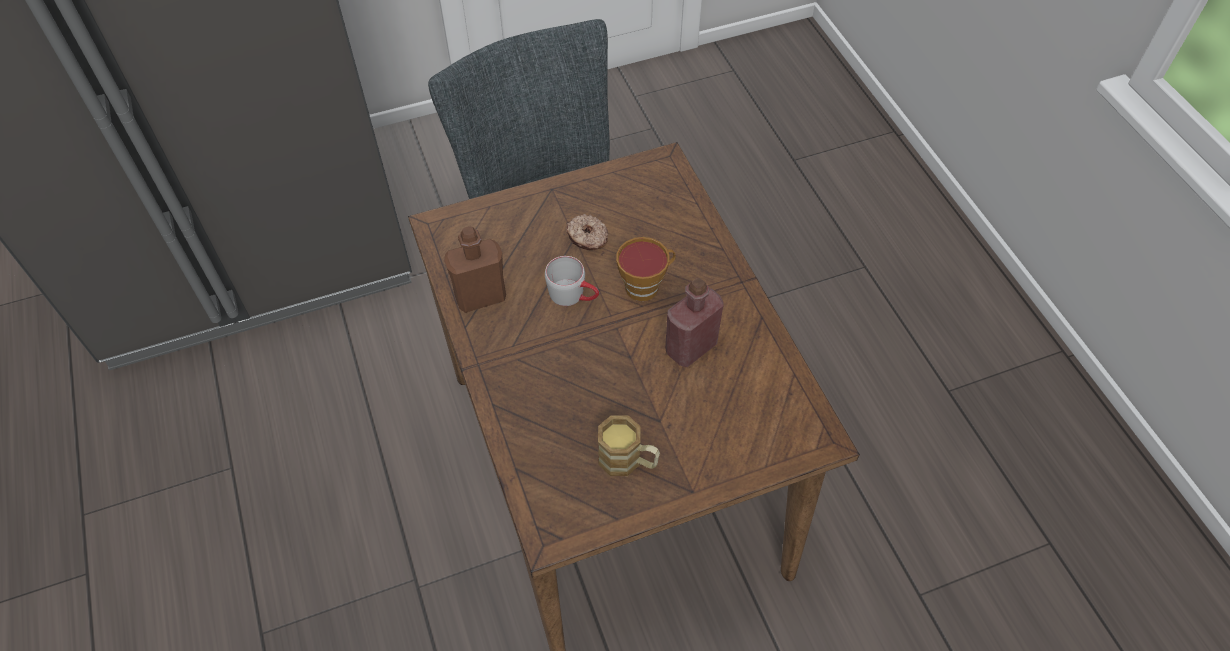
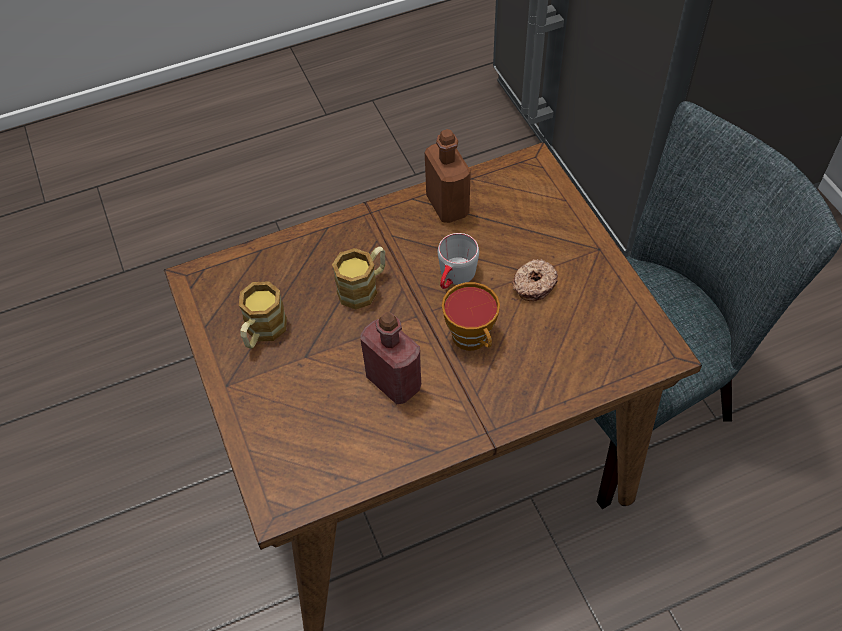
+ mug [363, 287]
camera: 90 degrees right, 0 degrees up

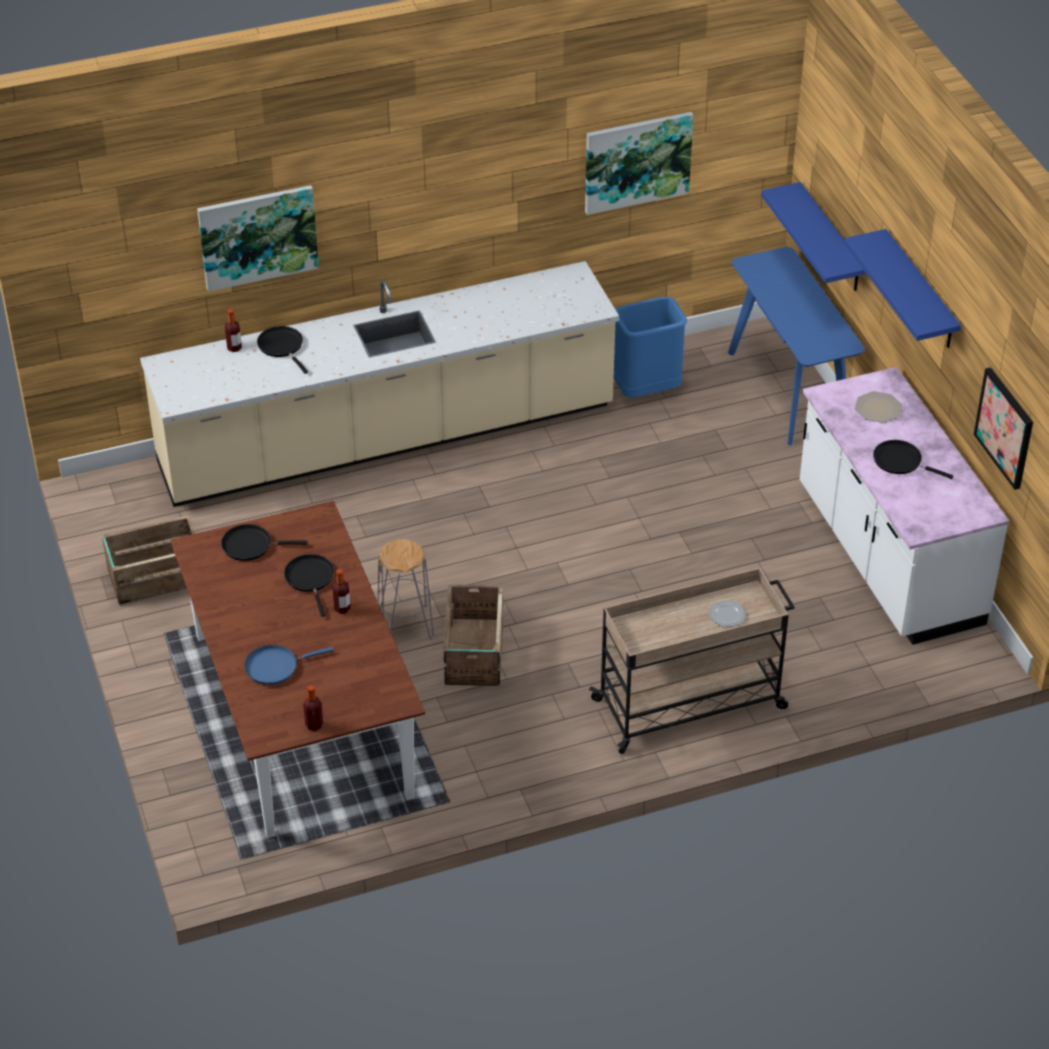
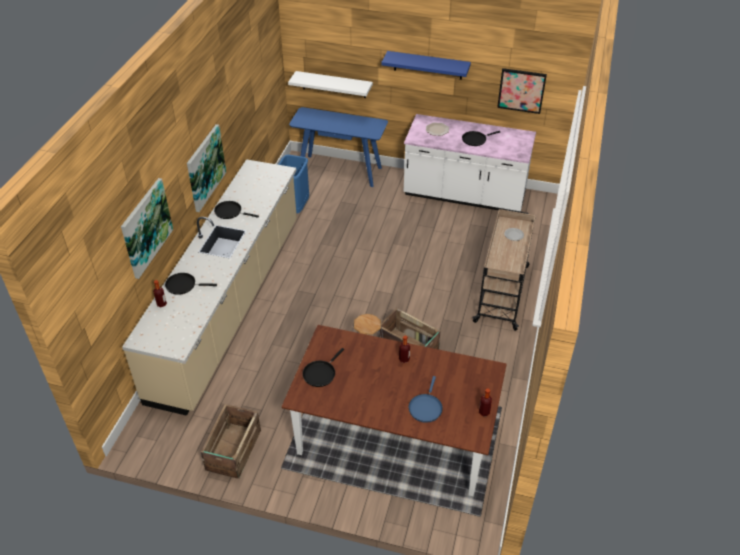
~ picture [637, 161] to [205, 167]
~ wall shelf in bluish [831, 239] to wall shelf in white-coloured [334, 84]
~ skillet in black [310, 579] to [230, 212]
camera: 55 degrees left, 0 degrees up

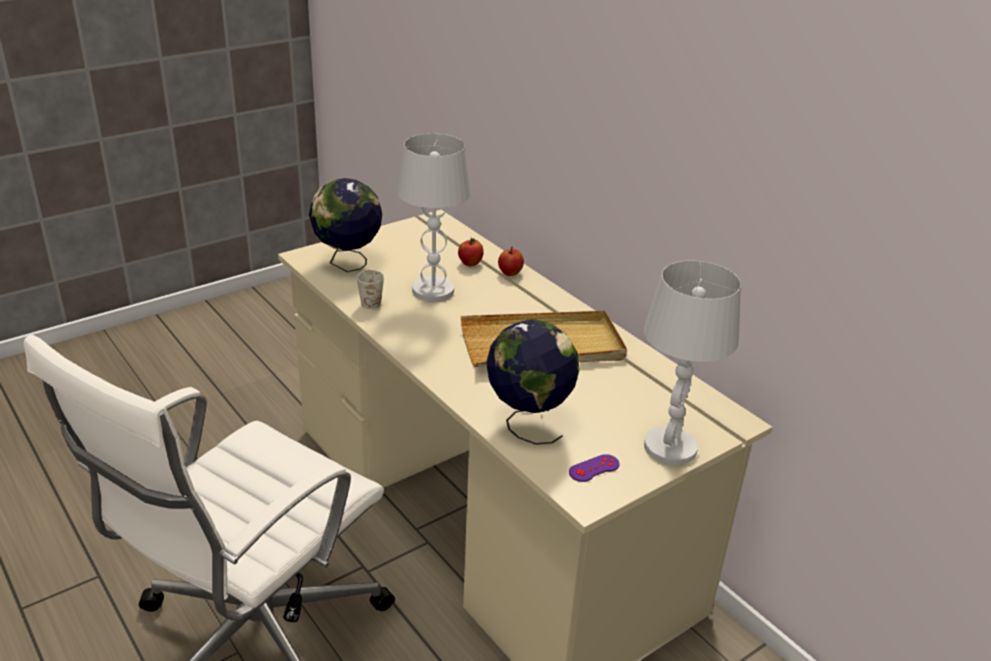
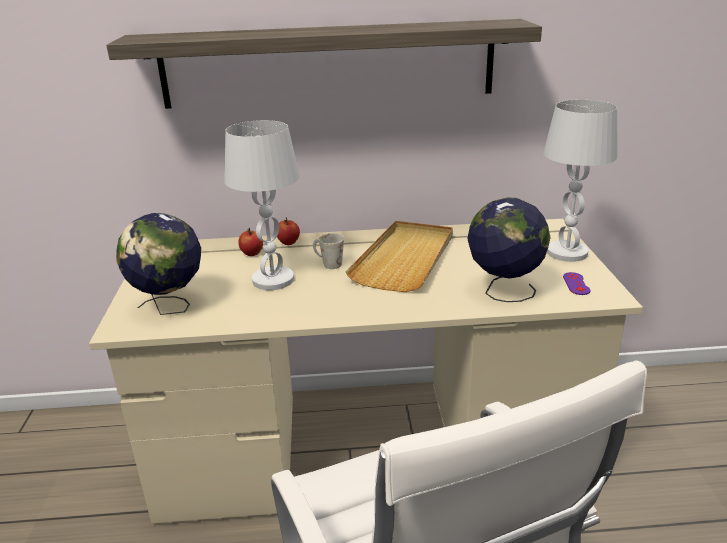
~ mug in white-coloured [372, 300] to [327, 263]
+ wall shelf [328, 64]
camera: 55 degrees left, 5 degrees down

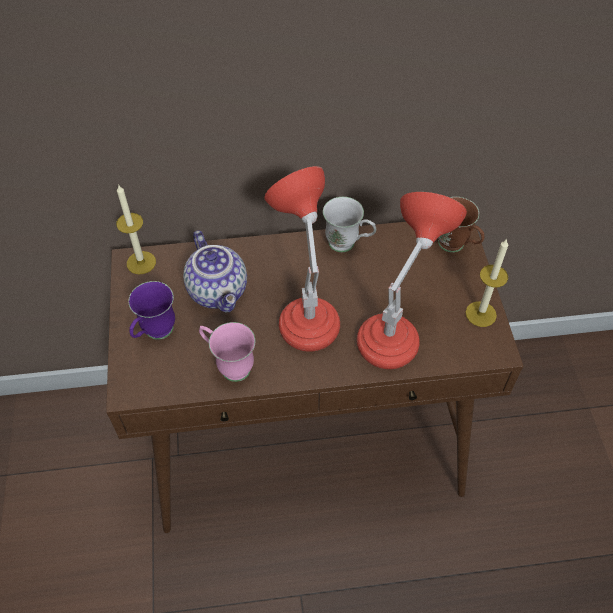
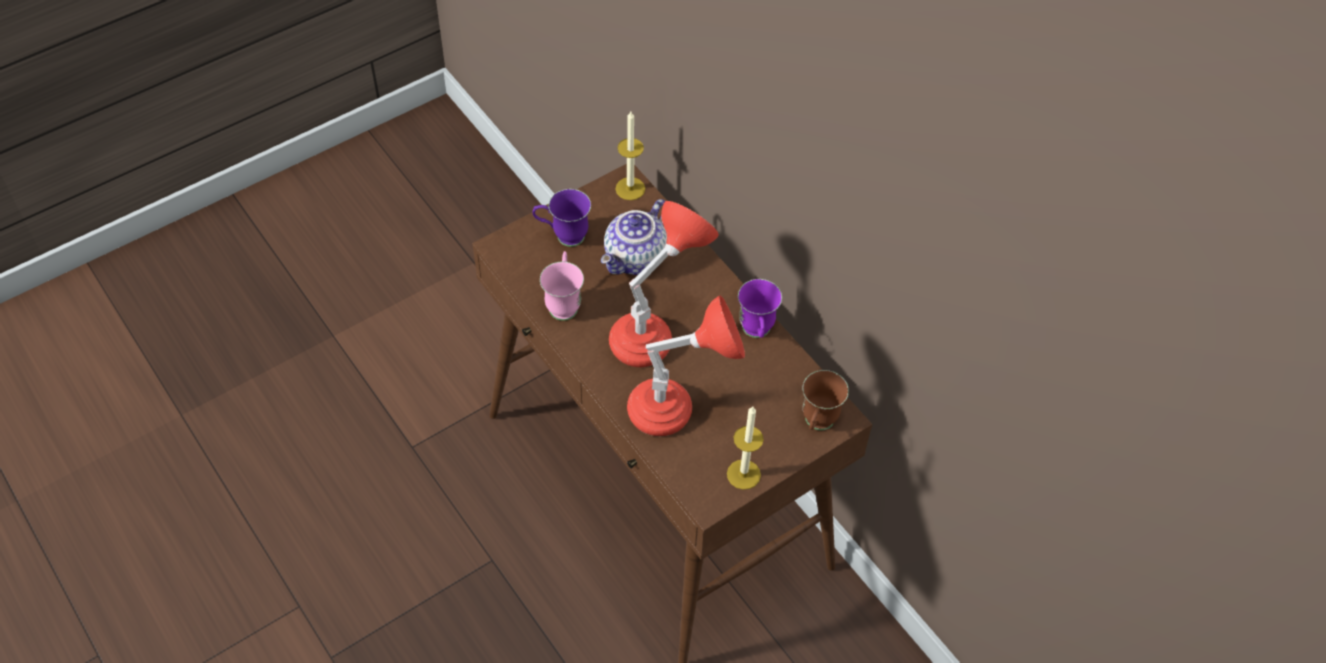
~ mug in white-coloured [348, 245] to mug in purple-coloured [756, 333]
camera: 60 degrees right, 0 degrees up

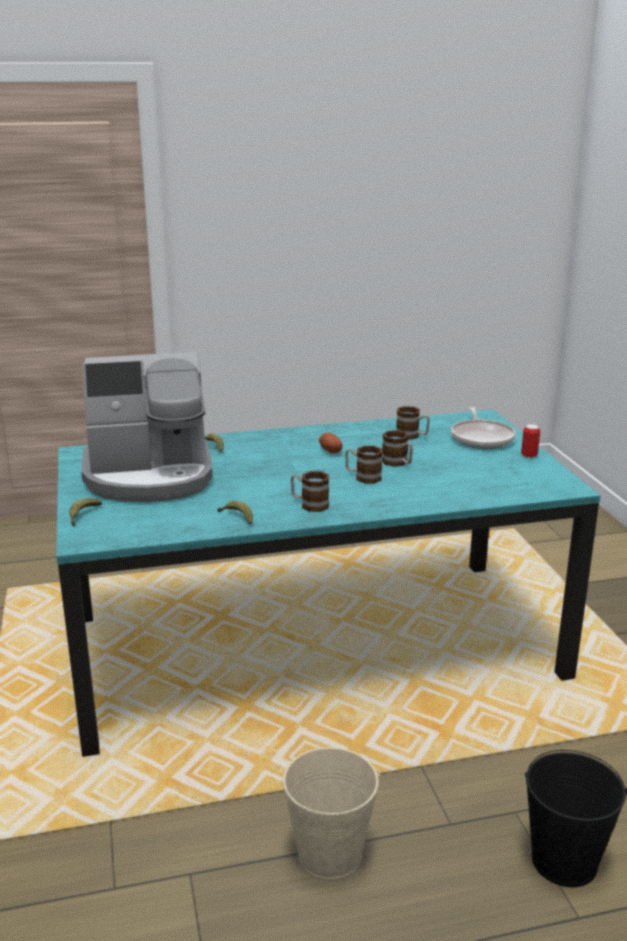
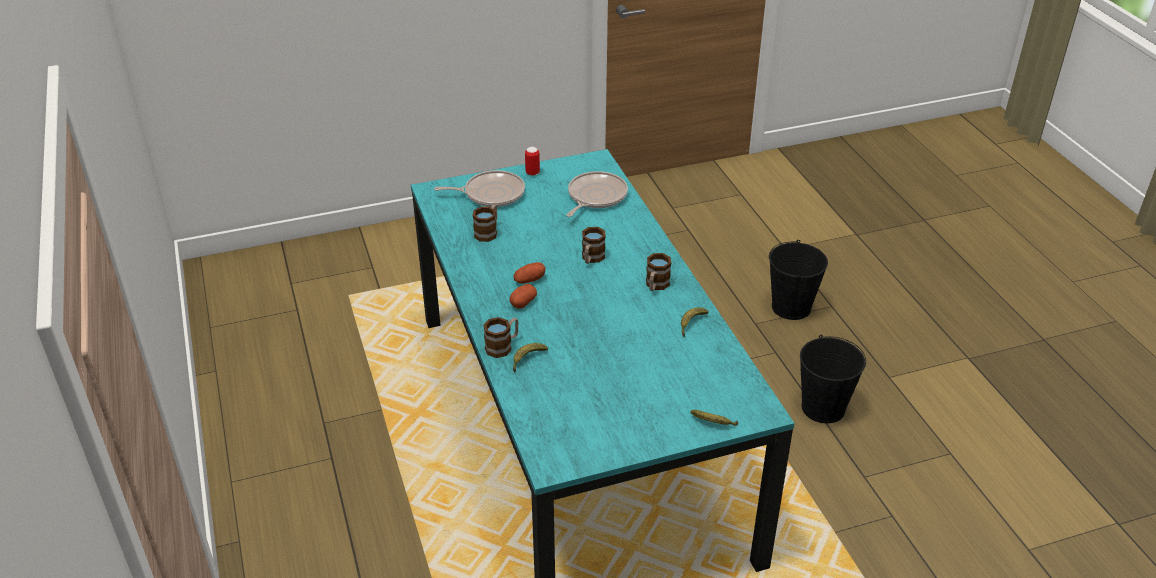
- coffee machine [150, 476]
~ mug [398, 463] to [503, 346]
~ water bucket in beige-coloured [329, 855] to water bucket in black [823, 408]
+ skillet [595, 197]
+ spud [523, 302]
camera: 95 degrees left, 15 degrees up

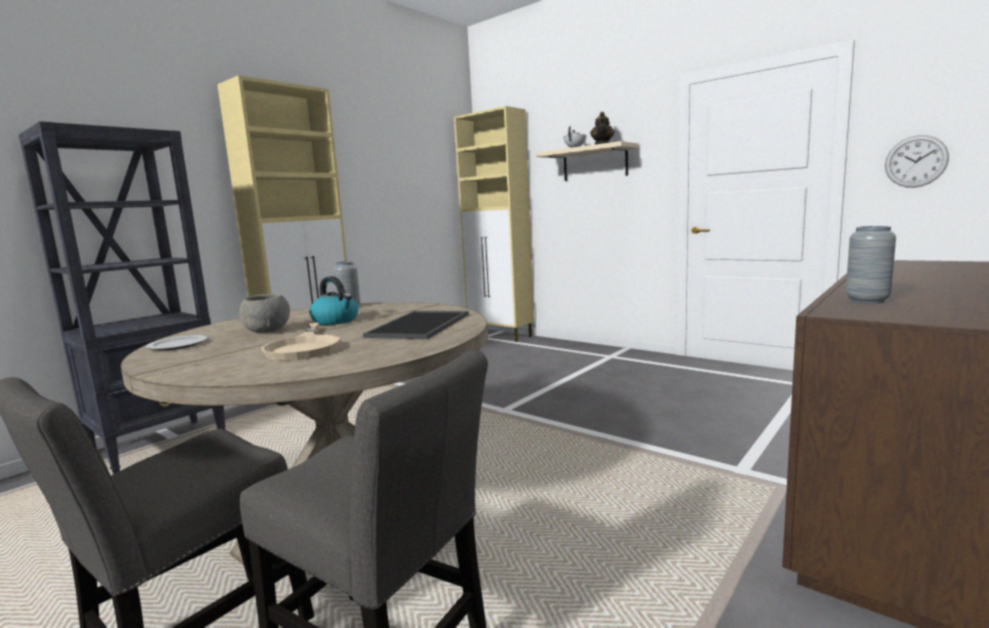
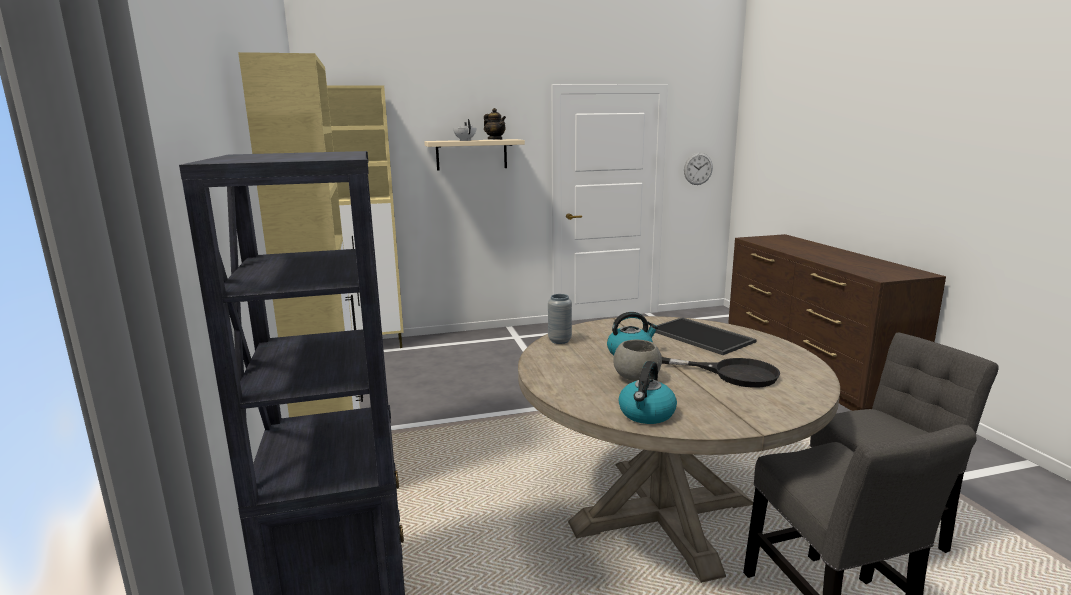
- decorative vase in gray [867, 300]
~ skillet in beige-coloured [304, 347] to skillet in black [733, 373]
~ dinner plate [178, 345] to water kettle [646, 414]
camera: 55 degrees left, 5 degrees up

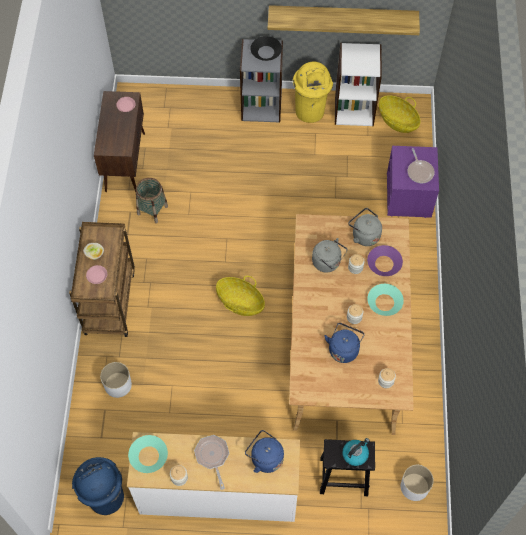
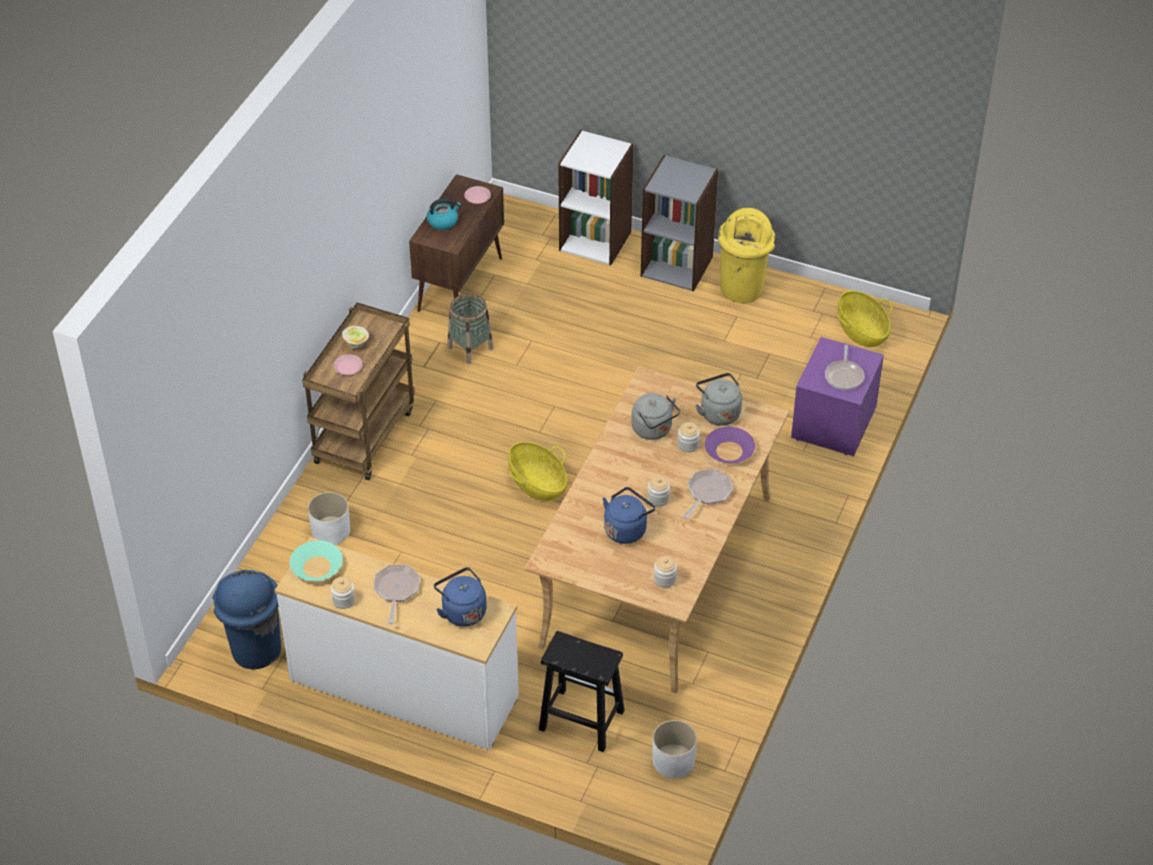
- wall shelf [342, 16]
- deep dish in black [266, 52]
~ bookcase in white-coloured [354, 109] to [595, 240]
~ deep dish in turquoise [384, 302] to skillet [707, 493]
~ water kettle [355, 454] to [443, 221]
camera: 20 degrees right, 15 degrees down

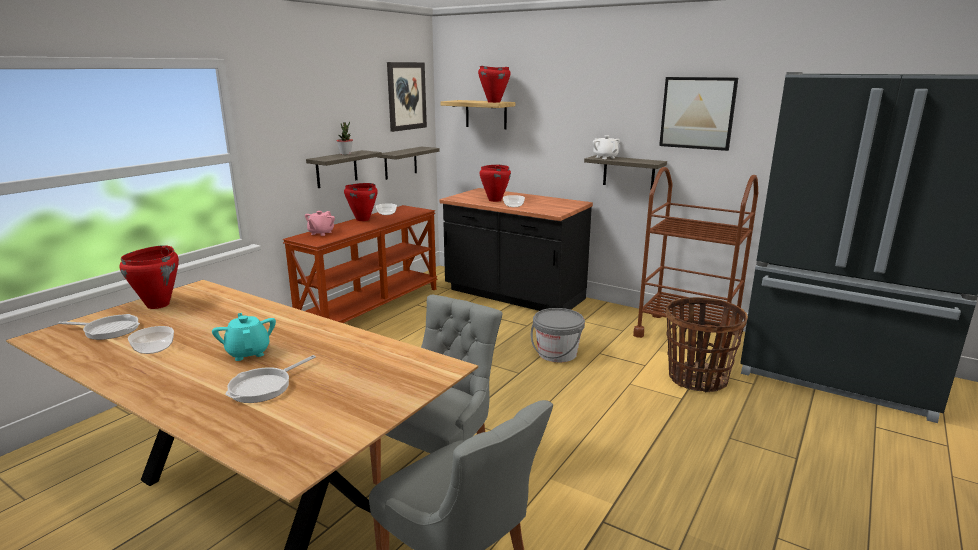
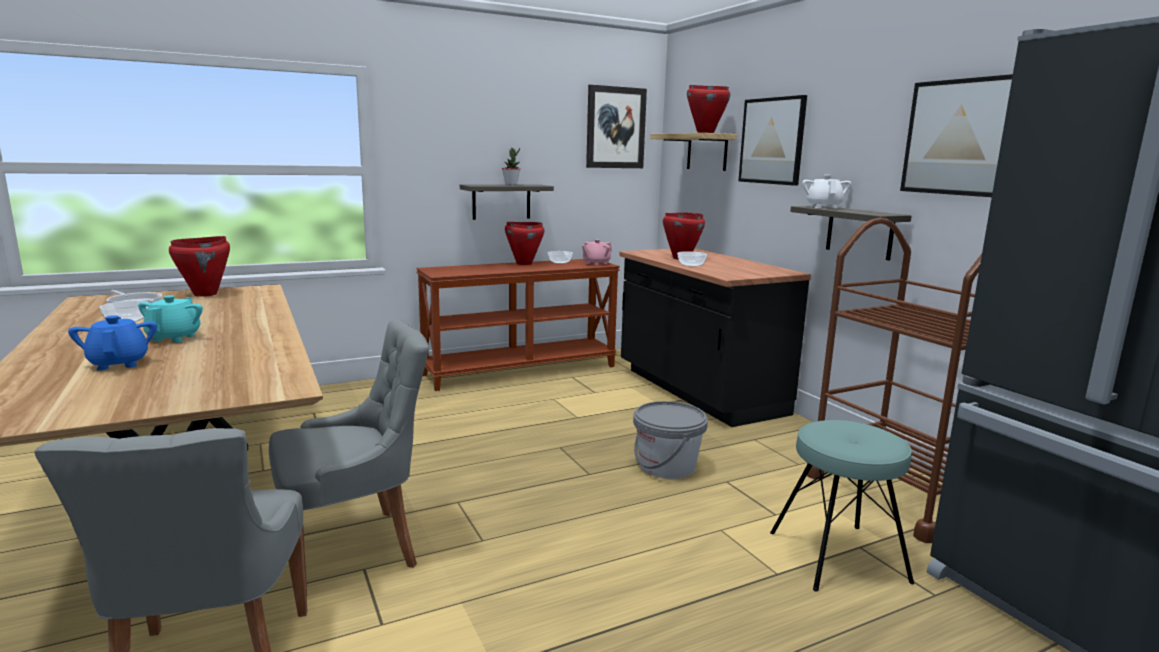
- wall shelf [400, 163]
~ tea pot in pink [321, 233] to [596, 263]
~ storage basket [697, 379] to stool in turquoise [837, 556]
~ skillet [264, 386] to tea pot in bluish [119, 363]
+ picture [772, 141]
camera: 30 degrees right, 5 degrees down

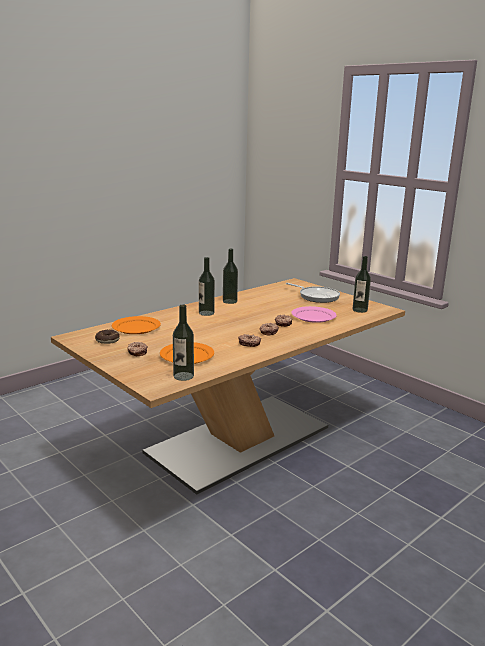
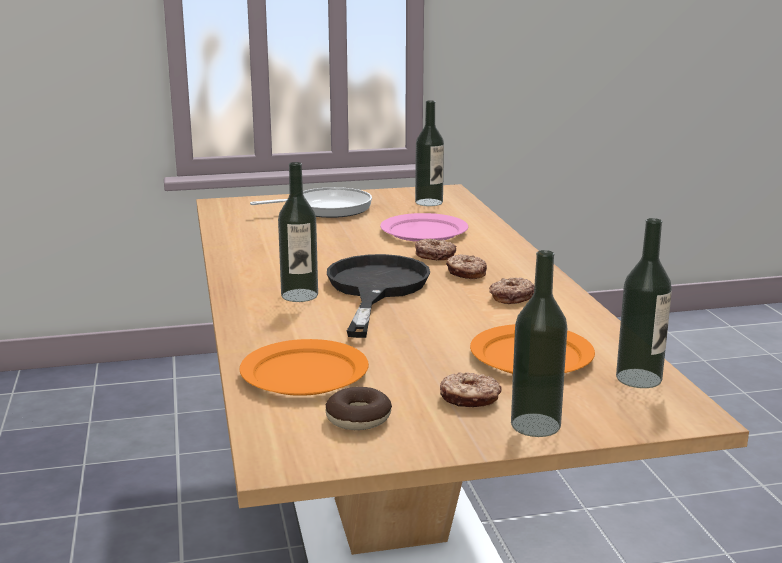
~ bottle [230, 301] to [535, 425]
+ skillet in black [375, 289]
camera: 60 degrees left, 0 degrees up

